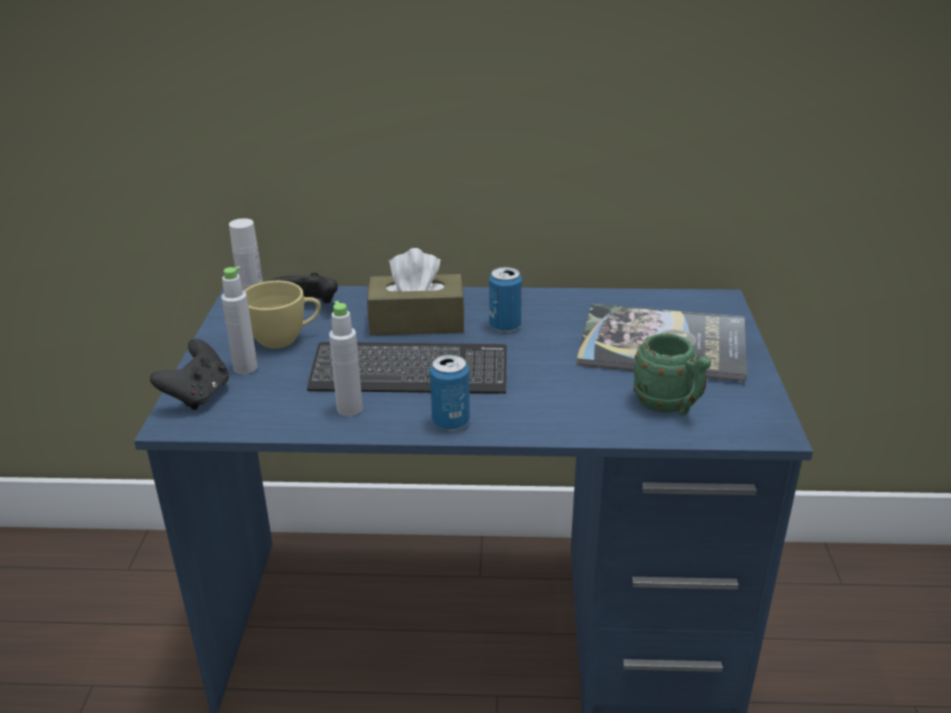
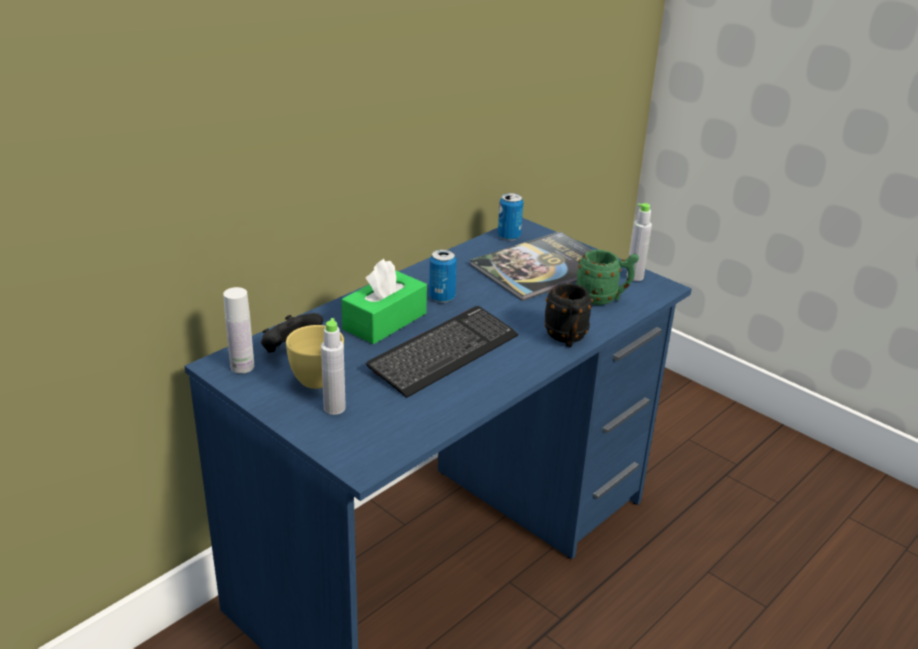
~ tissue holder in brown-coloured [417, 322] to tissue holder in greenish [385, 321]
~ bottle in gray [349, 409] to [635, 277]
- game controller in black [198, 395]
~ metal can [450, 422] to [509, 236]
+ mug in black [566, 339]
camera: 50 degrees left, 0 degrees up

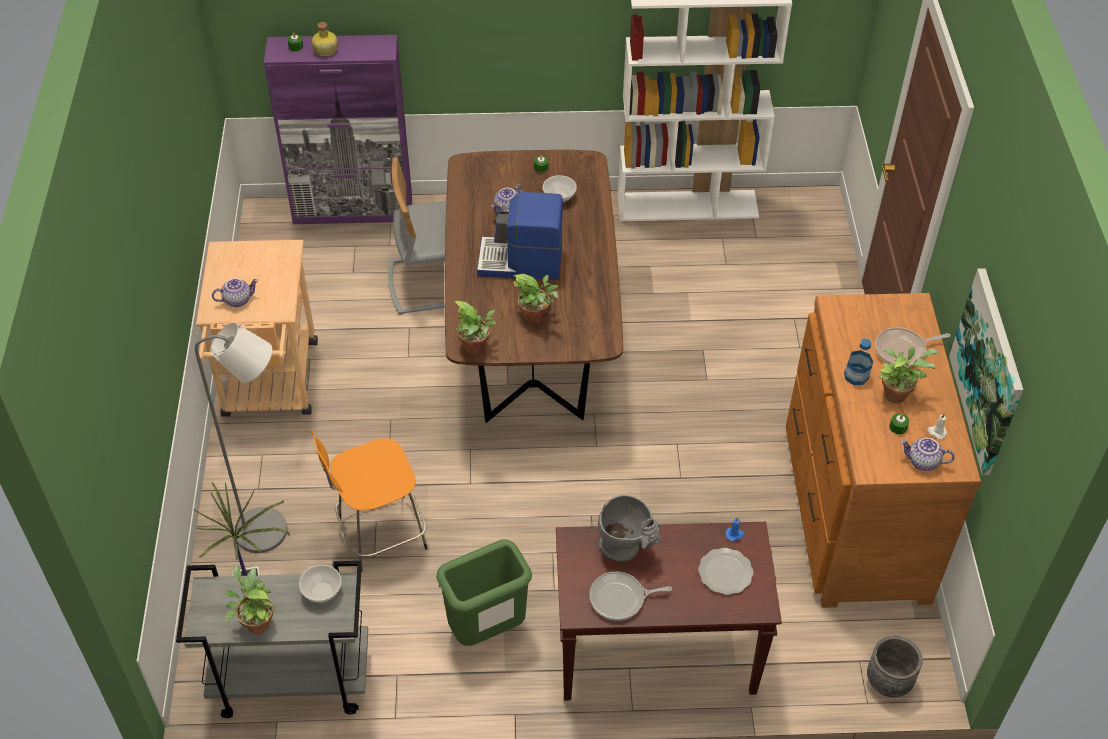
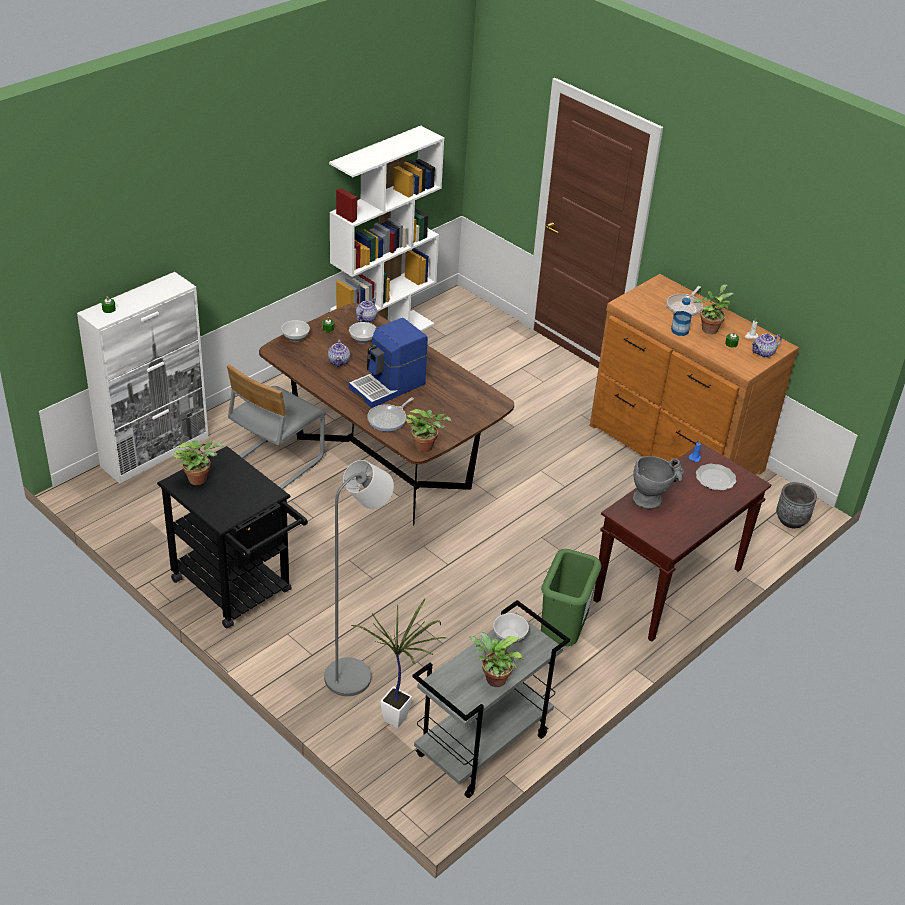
- bottle [325, 50]
~ cupboard in purple-coloured [353, 210] to cupboard in white-coloured [155, 451]
~ cart in beige-coloured [270, 387] to cart in black [238, 590]
- picture [989, 371]
~ plant in a pot [536, 317] to [200, 478]
~ tea pot [238, 299] to [366, 318]
- stool in orangey [379, 534]
~ skillet [620, 599] to [388, 419]
+ deep dish [295, 338]
camera: 45 degrees left, 10 degrees down

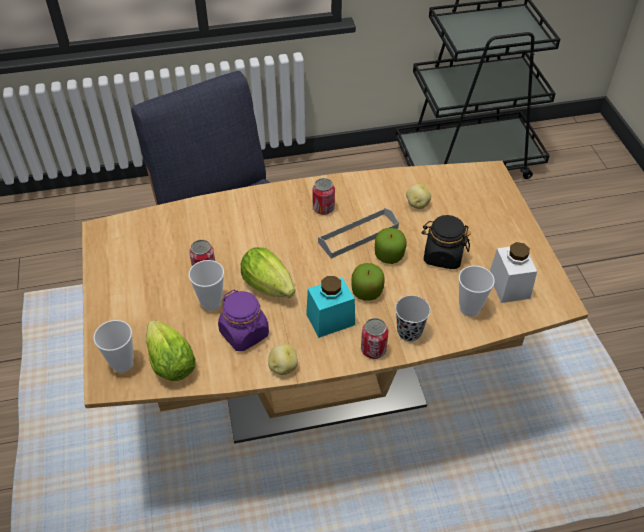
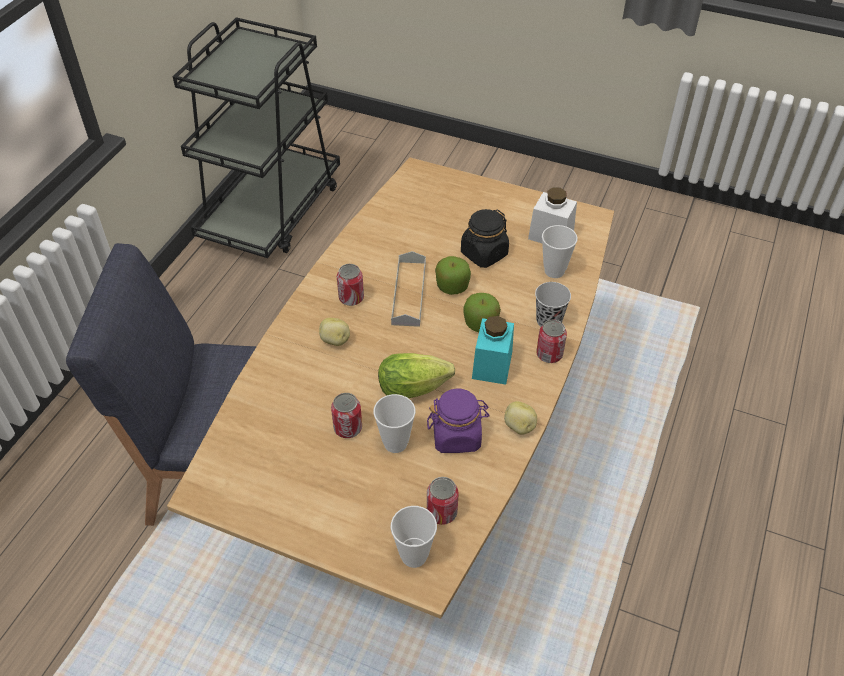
~ spud [417, 204] to [335, 341]
~ head of lettuce [169, 360] to metal can [442, 512]
camera: 55 degrees left, 0 degrees up

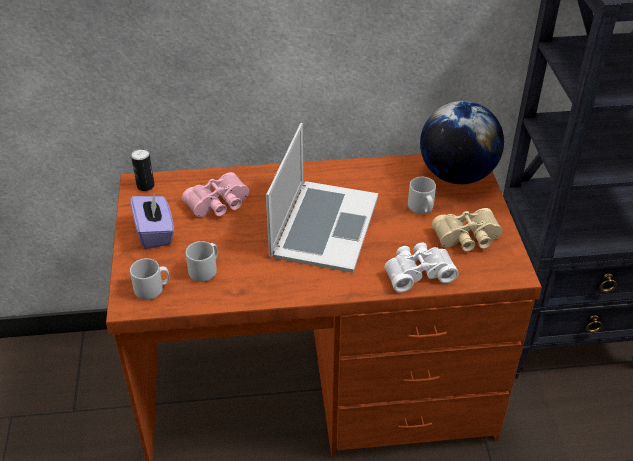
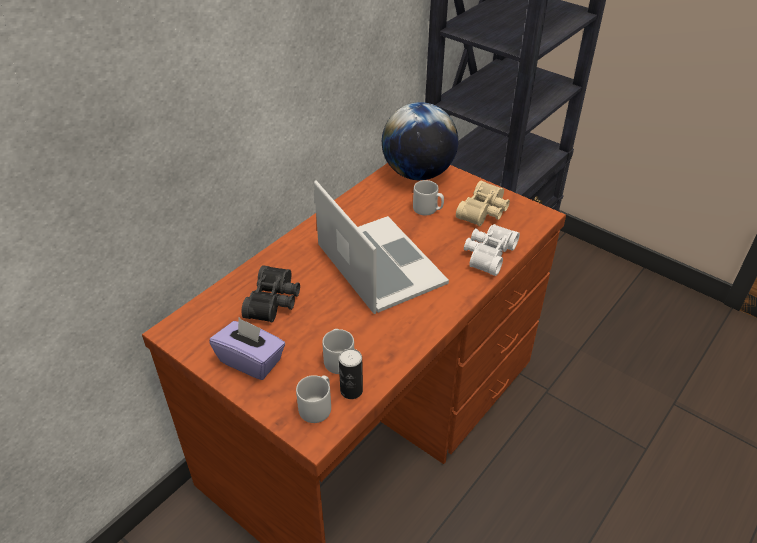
~ metal can [145, 186] to [351, 390]
~ pair of binoculars in pink [219, 205] to pair of binoculars in black [275, 301]
camera: 45 degrees left, 0 degrees up

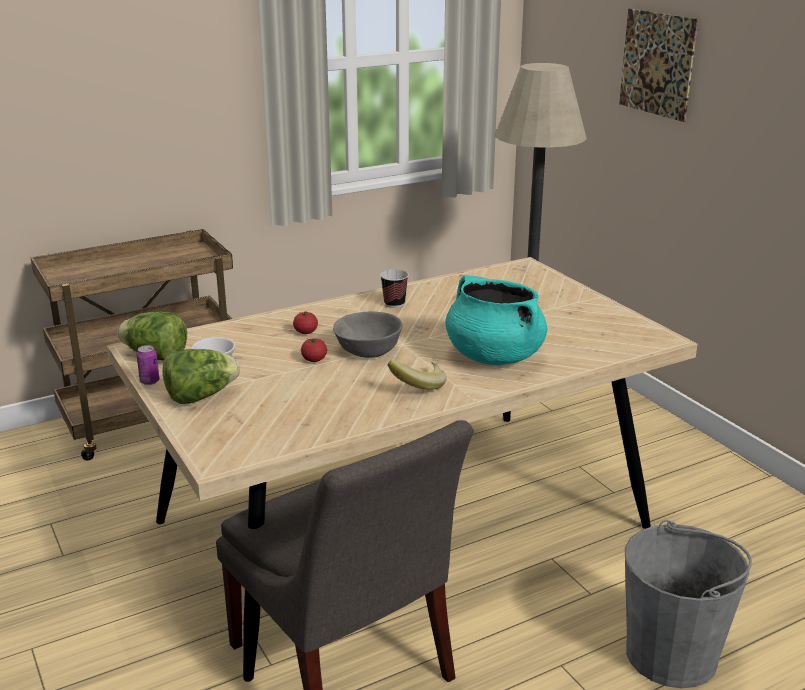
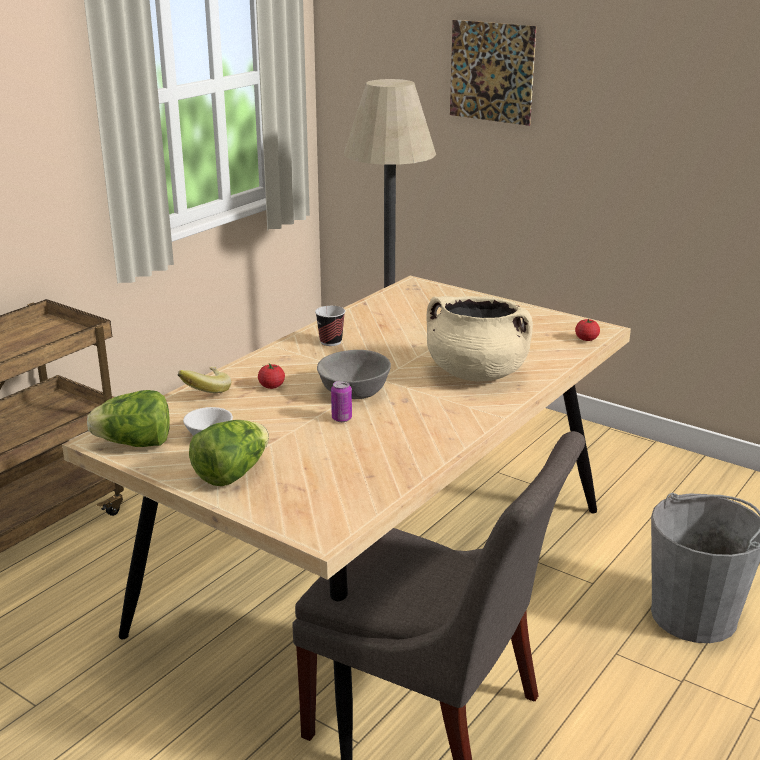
~ cooking pot in turquoise [493, 356] to cooking pot in beige-coloured [476, 373]
~ tomato [314, 359] to [586, 339]
~ metal can [149, 381] to [341, 418]
~ whole banana [417, 385] to [204, 392]
camera: 25 degrees left, 0 degrees up

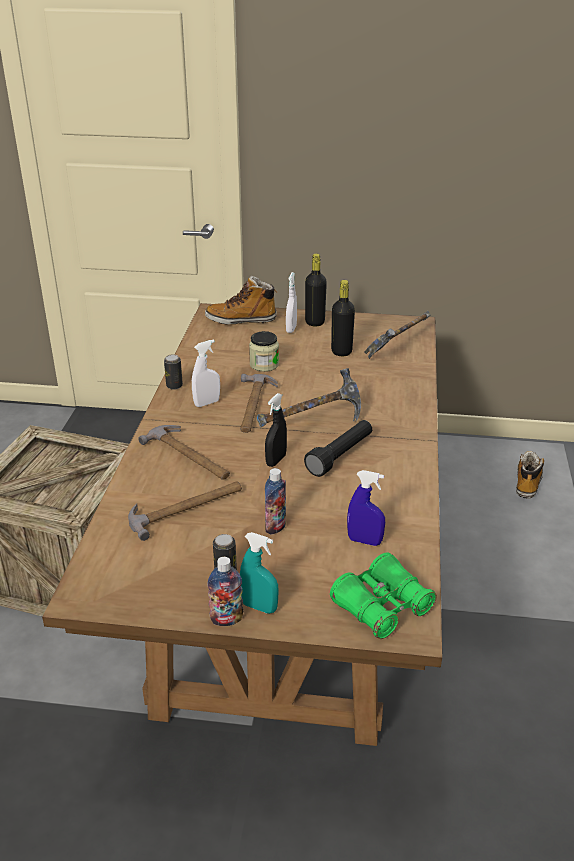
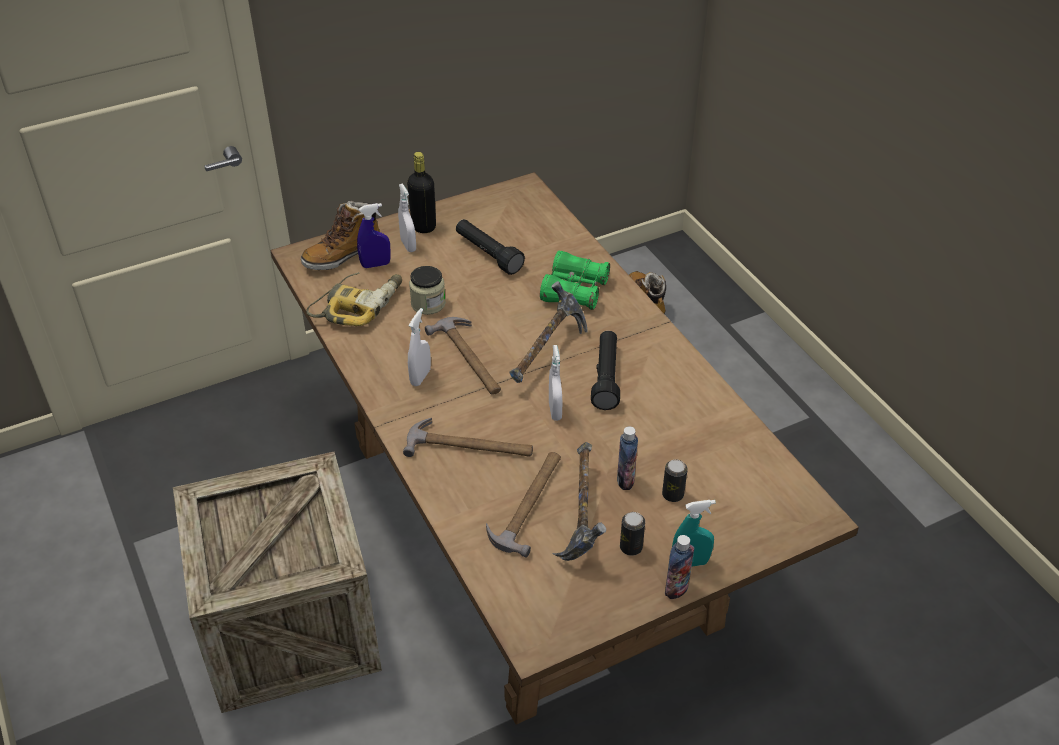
~ bottle in black [341, 351] to flashlight in black [488, 254]
~ hand hammer [398, 349] to [581, 519]
~ metal can [174, 386] to [672, 494]
~ sprayer in black [276, 460] to sprayer in white-coloured [555, 411]
~ sprayer in bluish [364, 541] to [375, 264]
~ pair of binoculars in greenish [382, 607] to [574, 291]
+ electric drill [358, 304]
camera: 35 degrees left, 10 degrees up

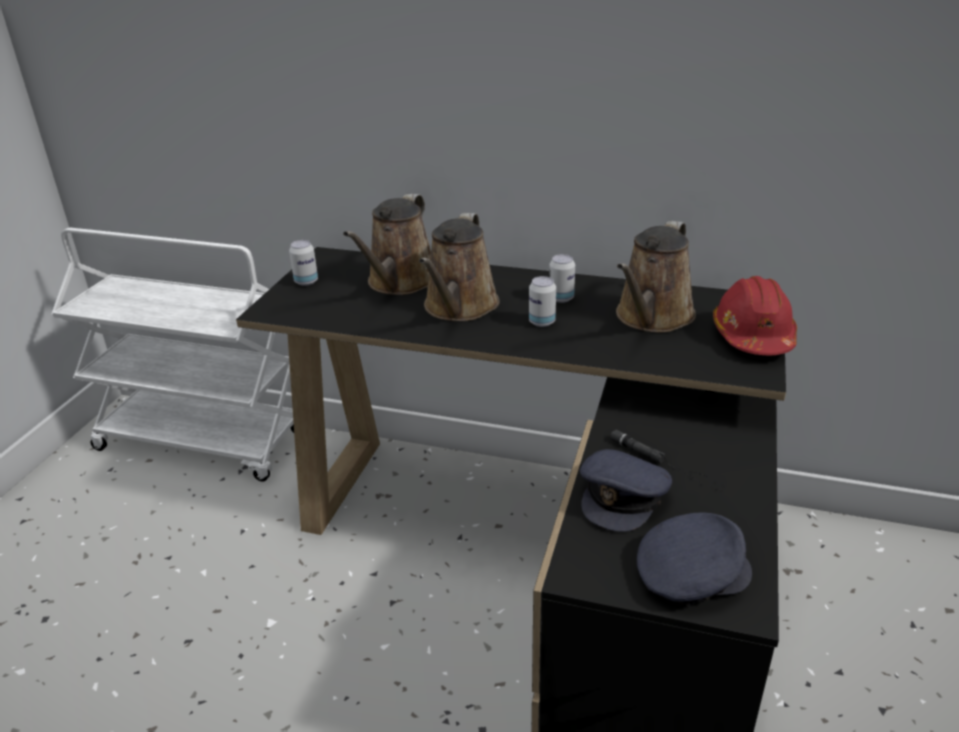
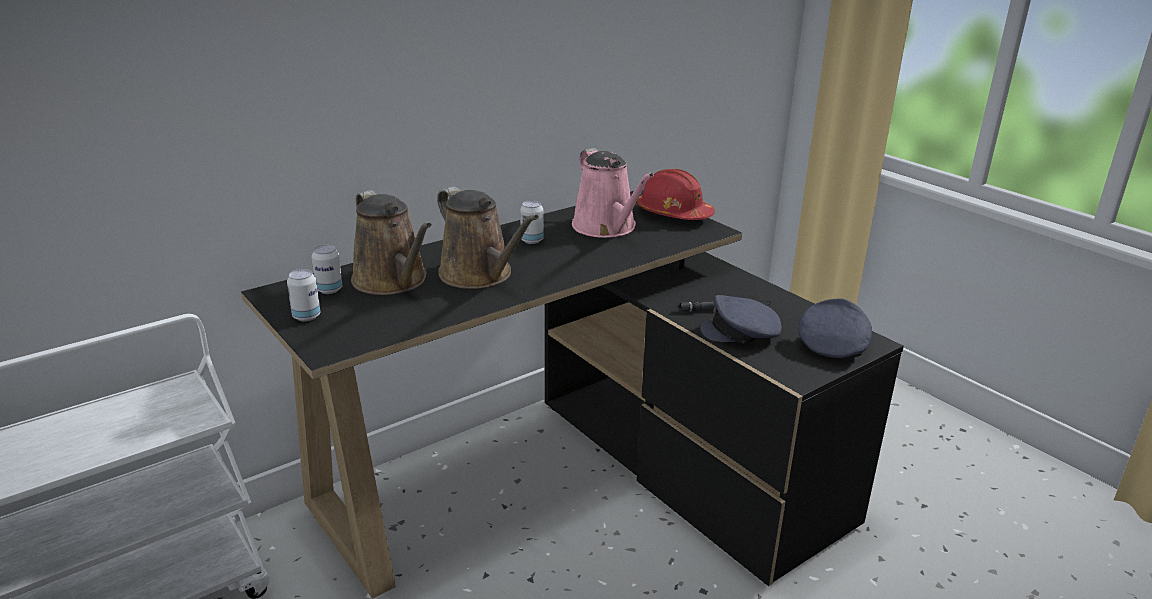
~ watering pot in brown-coloured [652, 318] to watering pot in pink [607, 227]
~ metal can [542, 322] to [329, 290]
~ peaked cap in gray [623, 496] = [742, 333] 120 degrees clockwise
camera: 55 degrees left, 5 degrees down

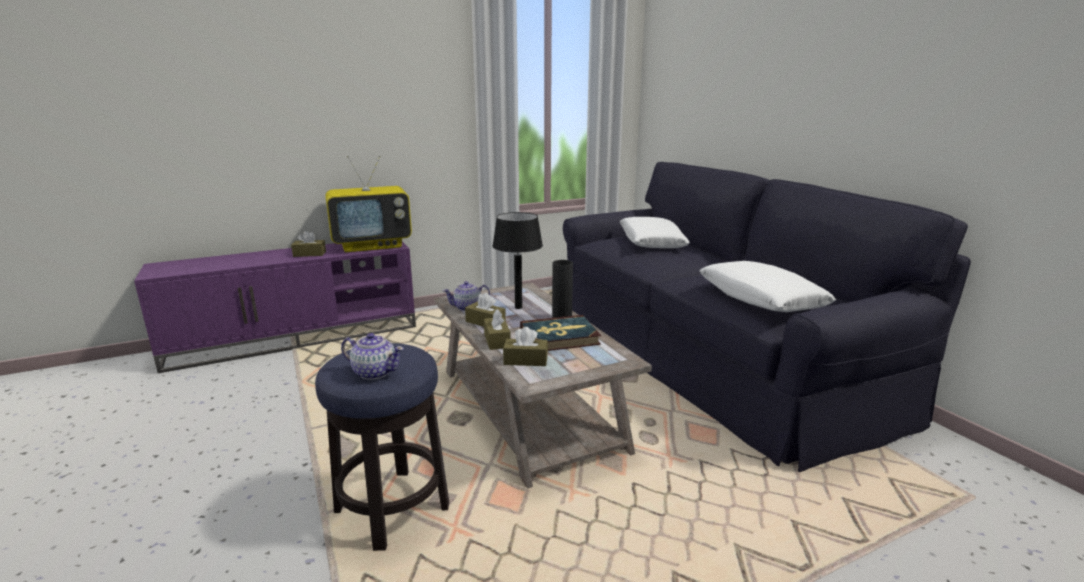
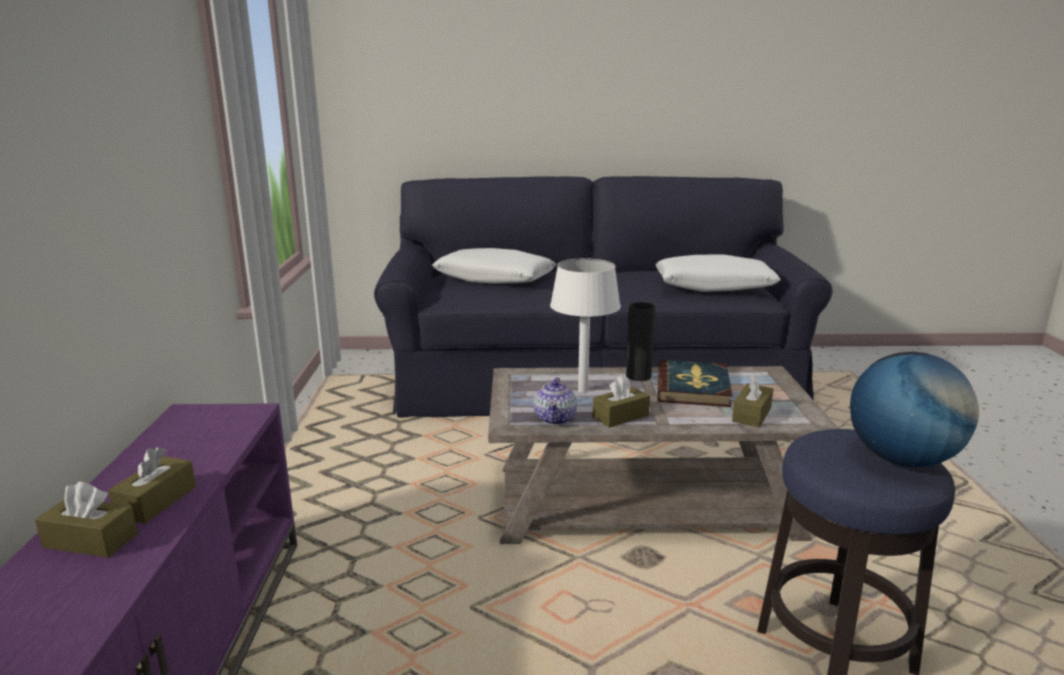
- television [372, 245]
~ table lamp in black [518, 307] to table lamp in white-coloured [582, 390]
~ tissue holder in brown-coloured [497, 340] to [90, 541]
~ tea pot [374, 372] to world globe [902, 459]
camera: 65 degrees left, 0 degrees up

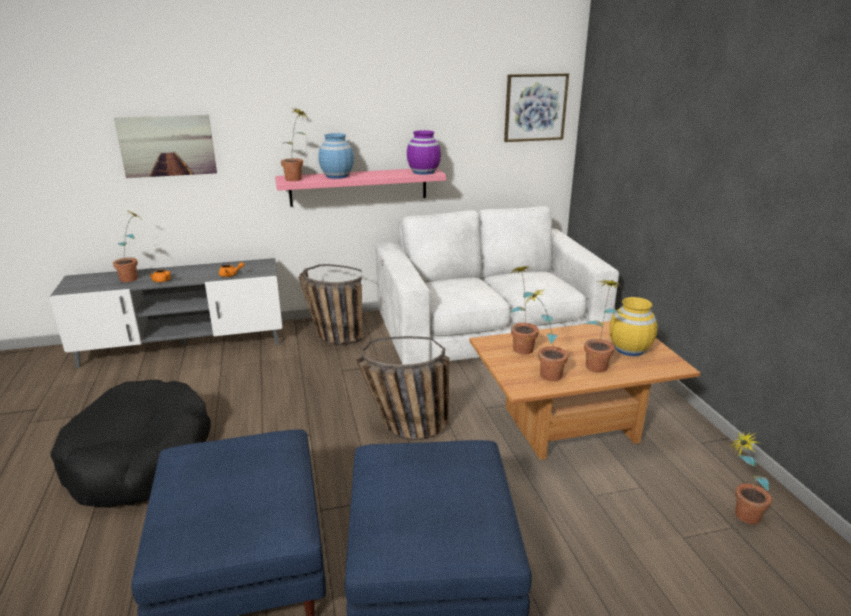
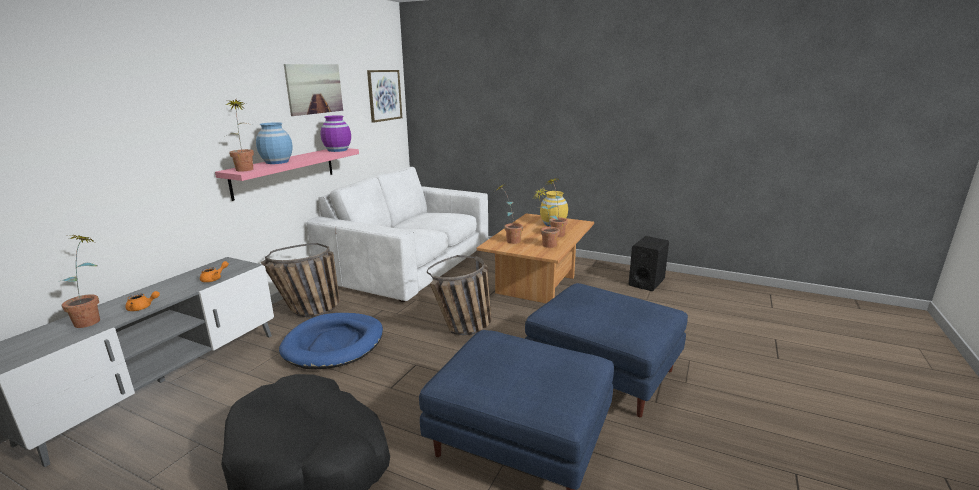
~ picture [167, 146] to [314, 89]
~ plant in a pot [740, 515] to loudspeaker in black [646, 282]
+ dog cushion in bluish [334, 344]
camera: 50 degrees left, 5 degrees down

